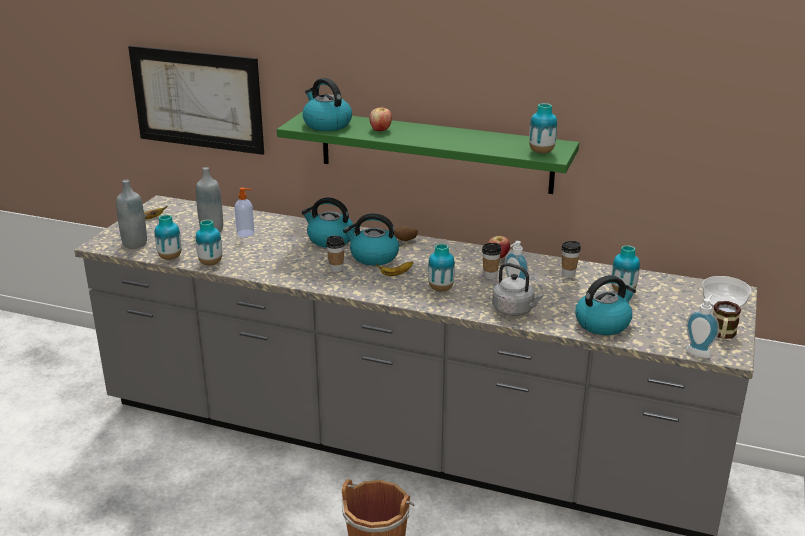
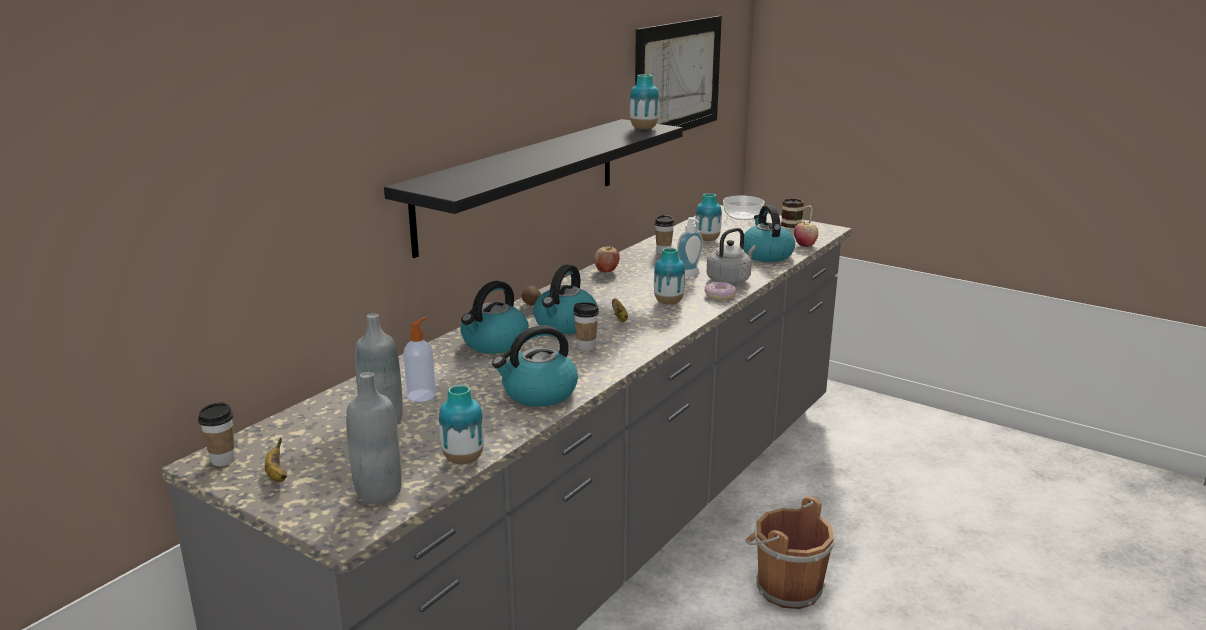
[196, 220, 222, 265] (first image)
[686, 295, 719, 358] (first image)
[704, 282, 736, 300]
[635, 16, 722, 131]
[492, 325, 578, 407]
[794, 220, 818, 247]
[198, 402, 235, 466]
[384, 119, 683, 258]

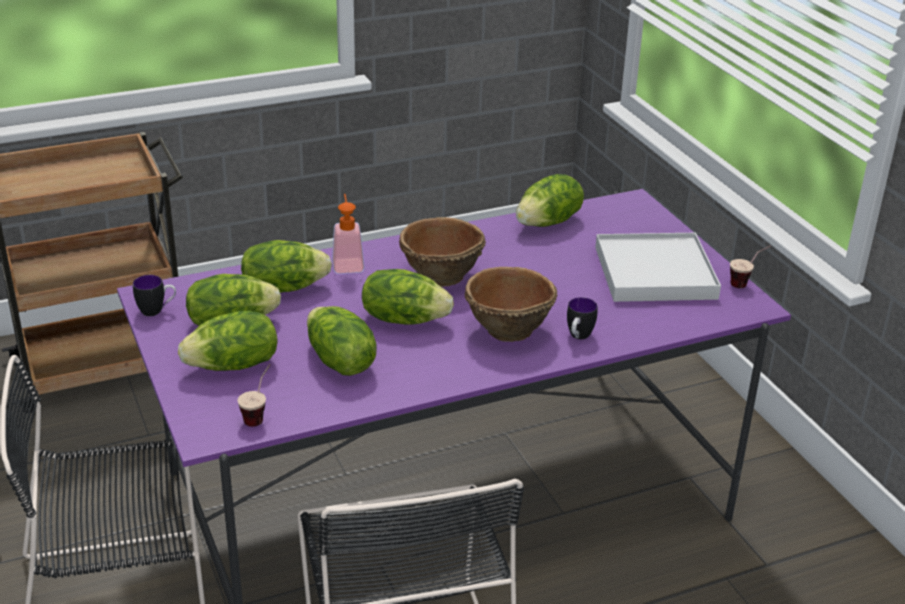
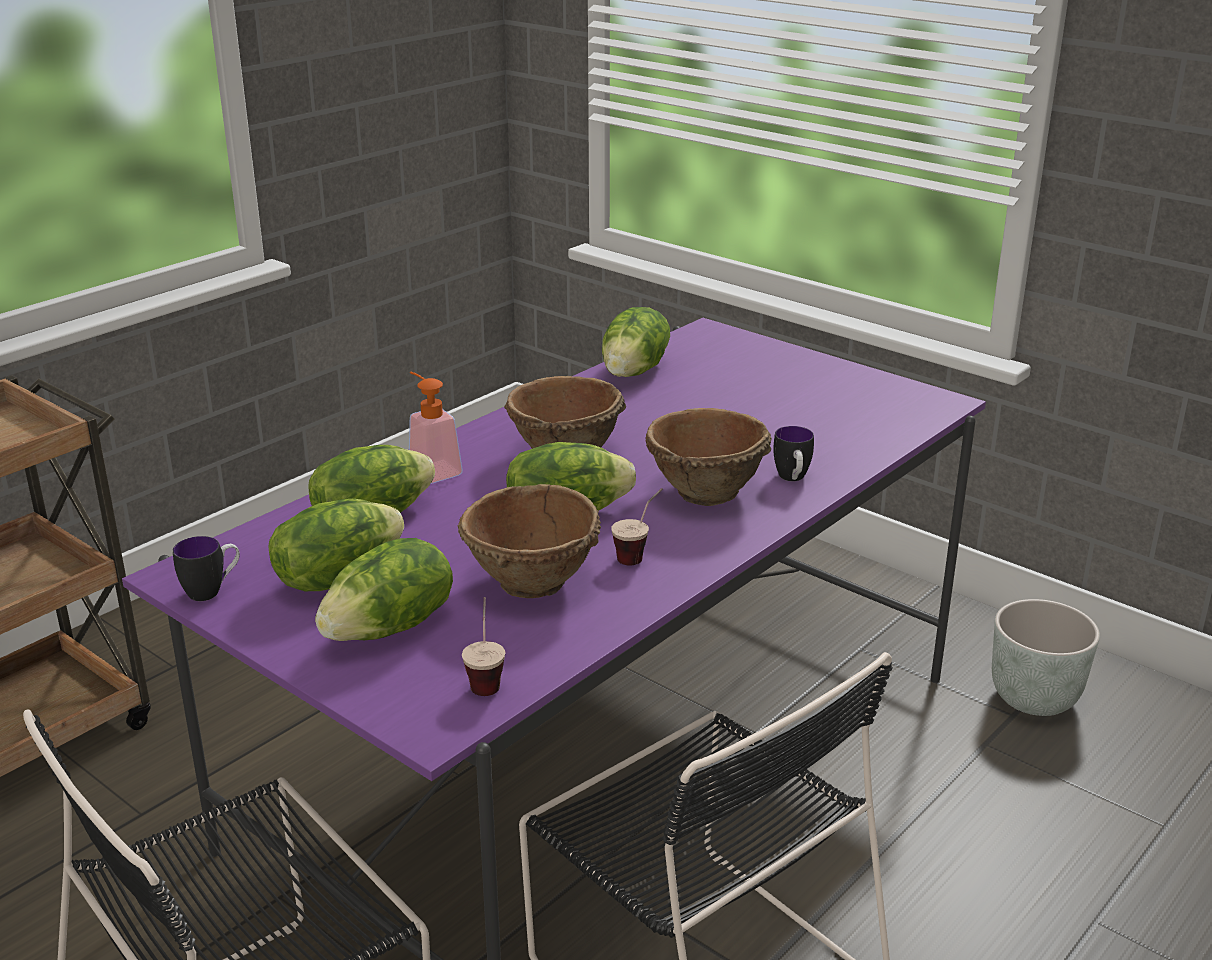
[595, 233, 721, 302] (first image)
[992, 599, 1100, 716]
[611, 488, 663, 565]
[458, 484, 601, 598]

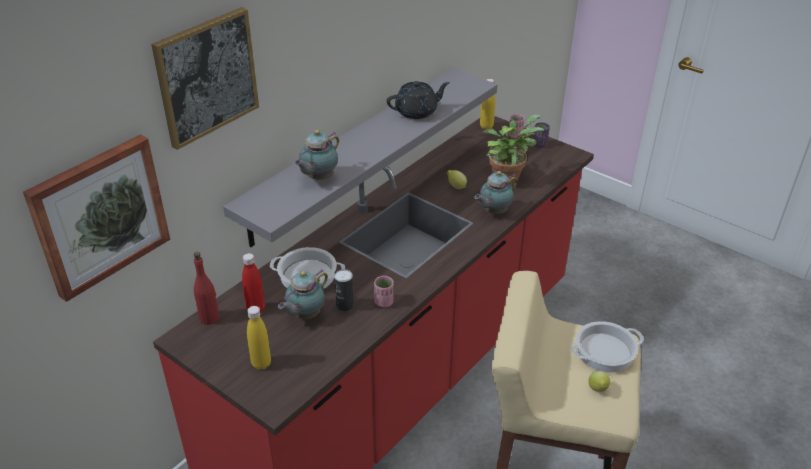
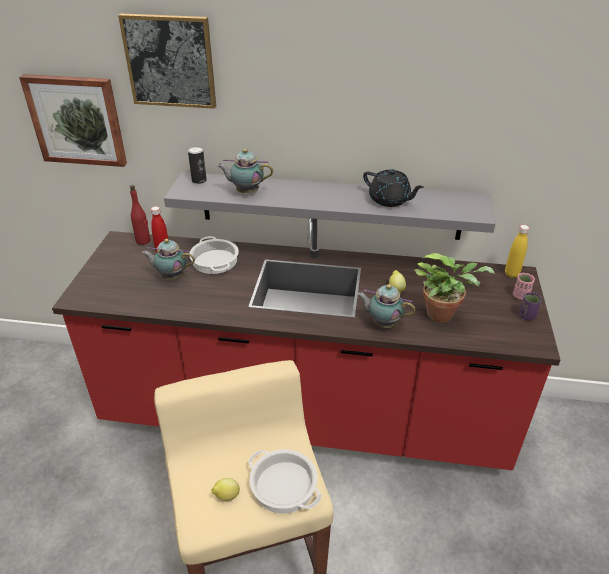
[247, 306, 271, 370] (first image)
[374, 276, 394, 307] (first image)
[188, 146, 207, 184]

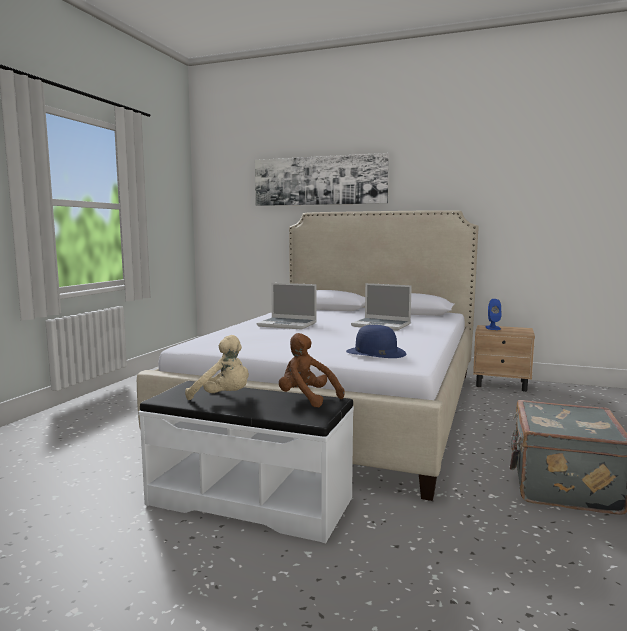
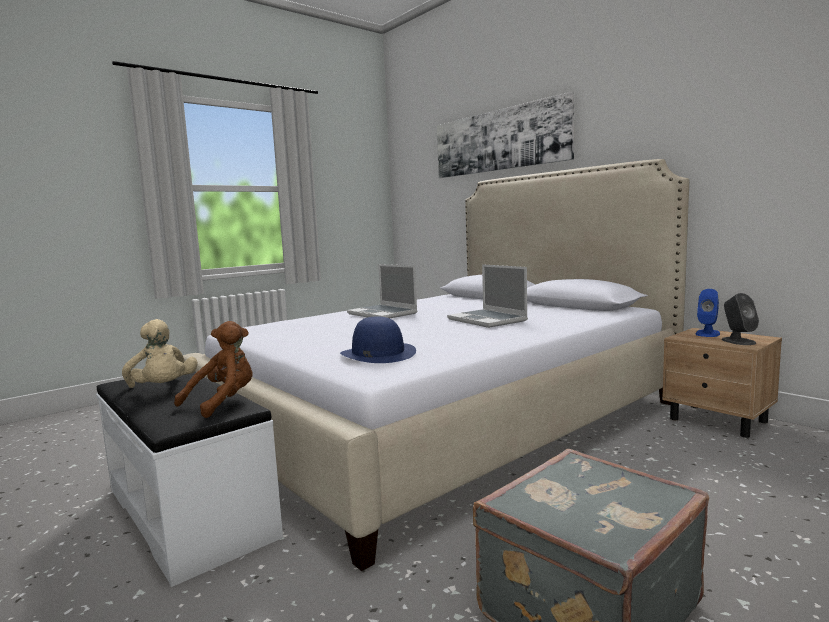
[722, 293, 759, 345]
[174, 321, 252, 418]

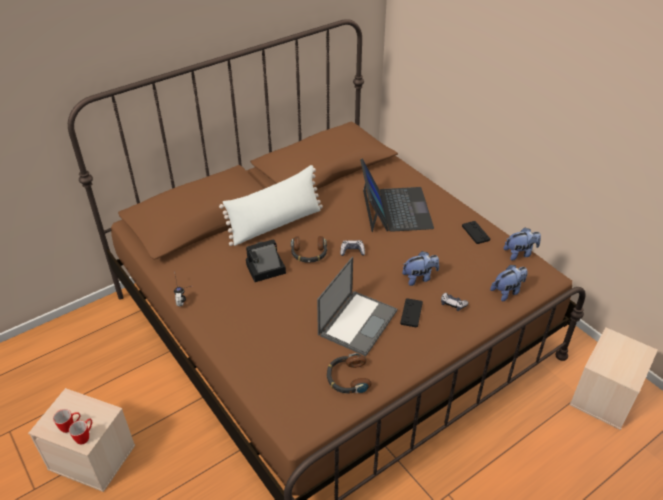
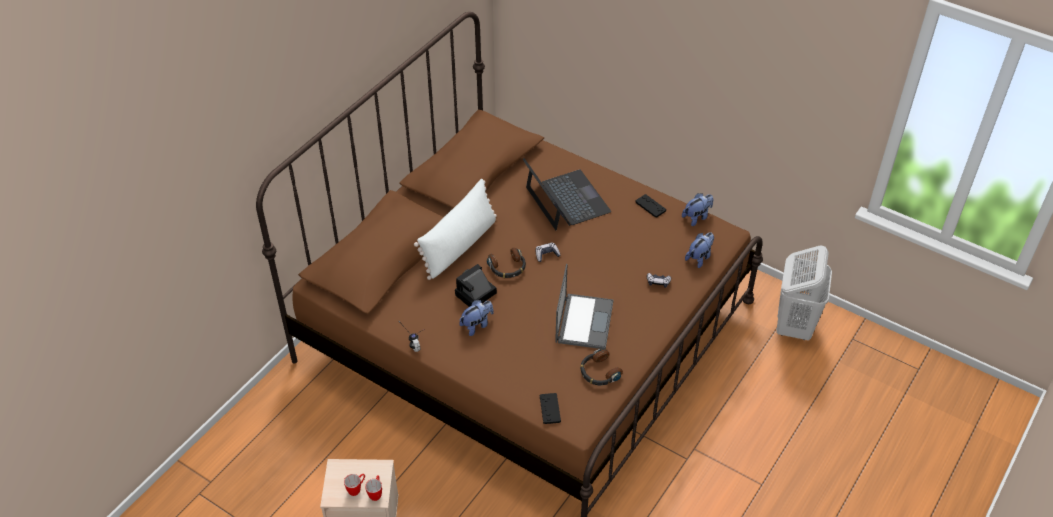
[540, 393, 561, 424]
[460, 300, 494, 336]
[776, 245, 832, 340]

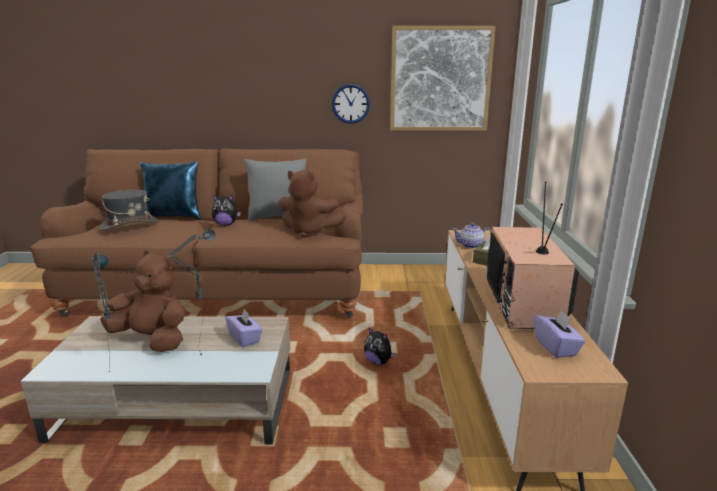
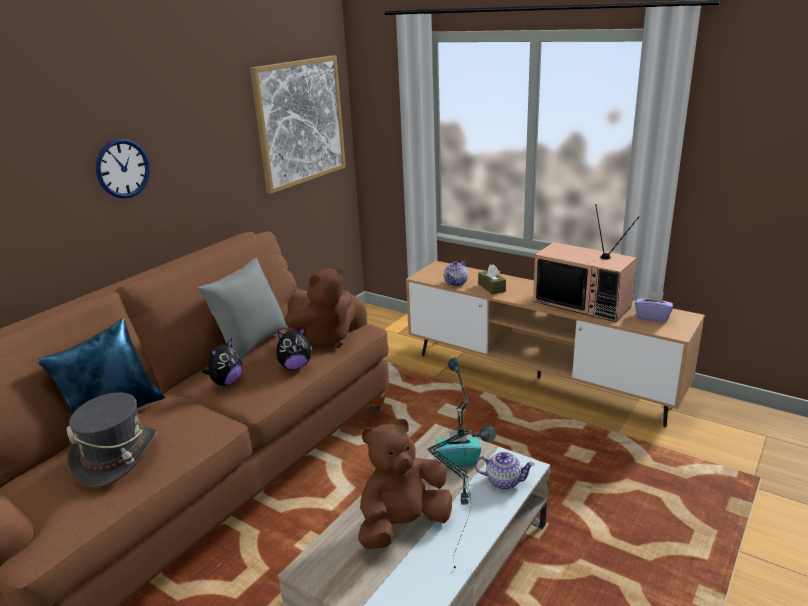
[475, 452, 535, 490]
[96, 139, 150, 199]
[276, 327, 312, 370]
[436, 430, 481, 467]

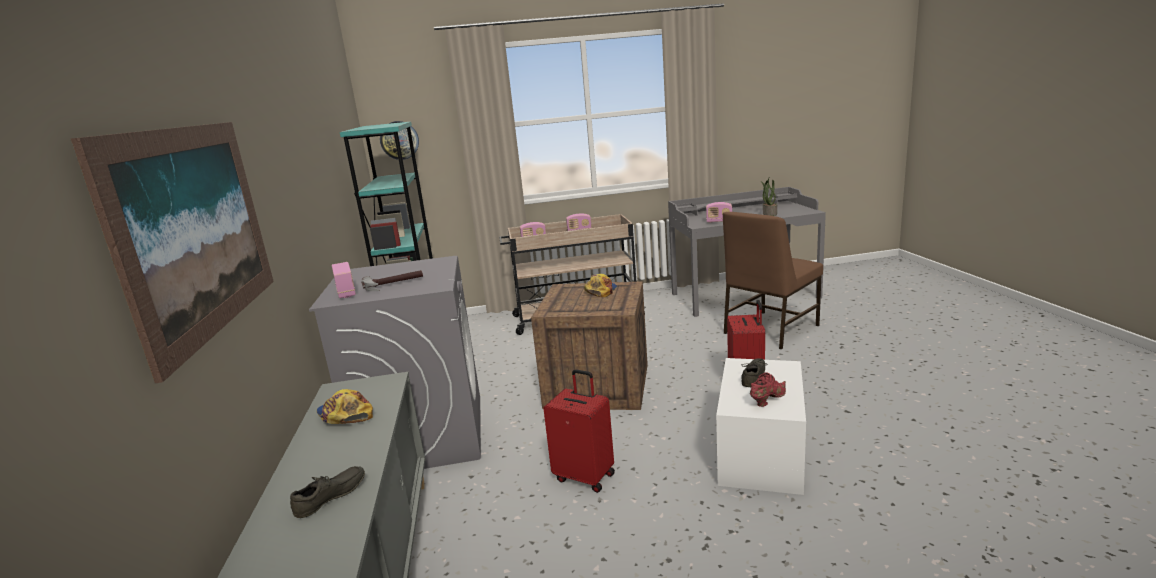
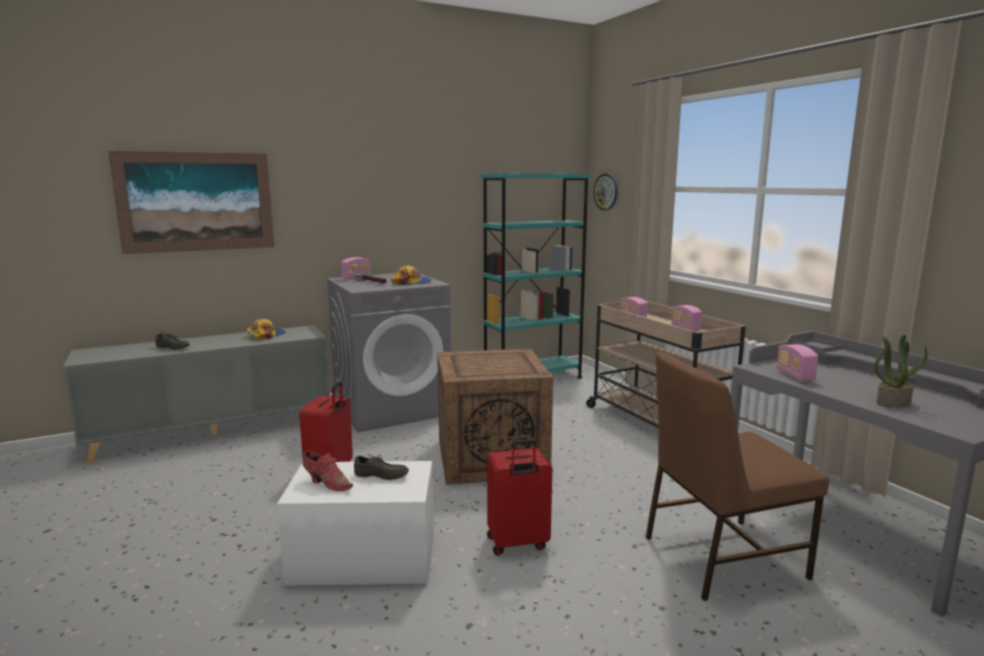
[391, 265, 432, 285]
[646, 352, 829, 601]

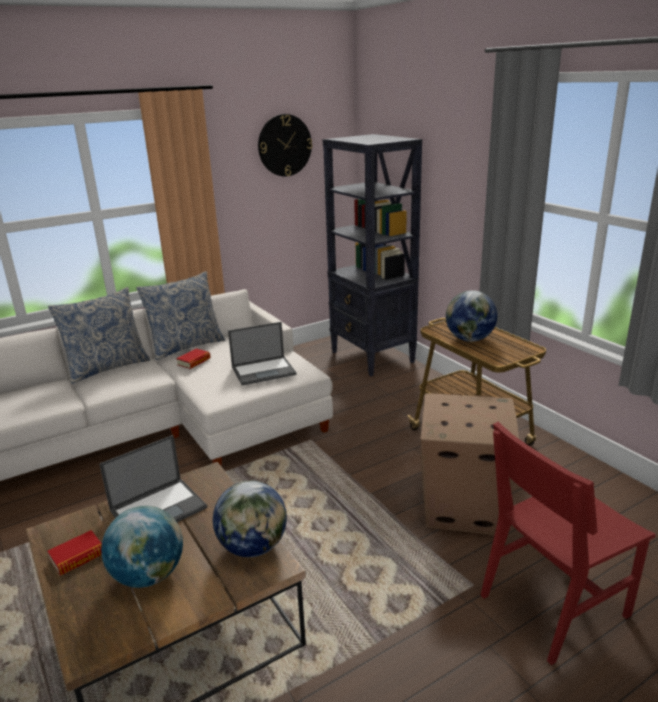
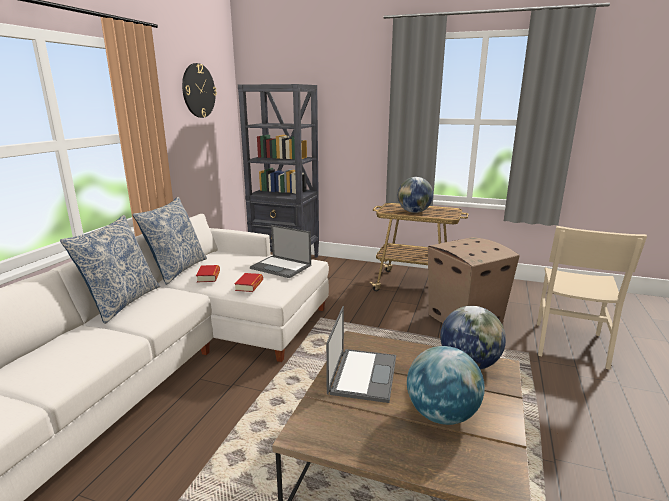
[234, 273, 263, 292]
[537, 226, 647, 370]
[250, 225, 311, 278]

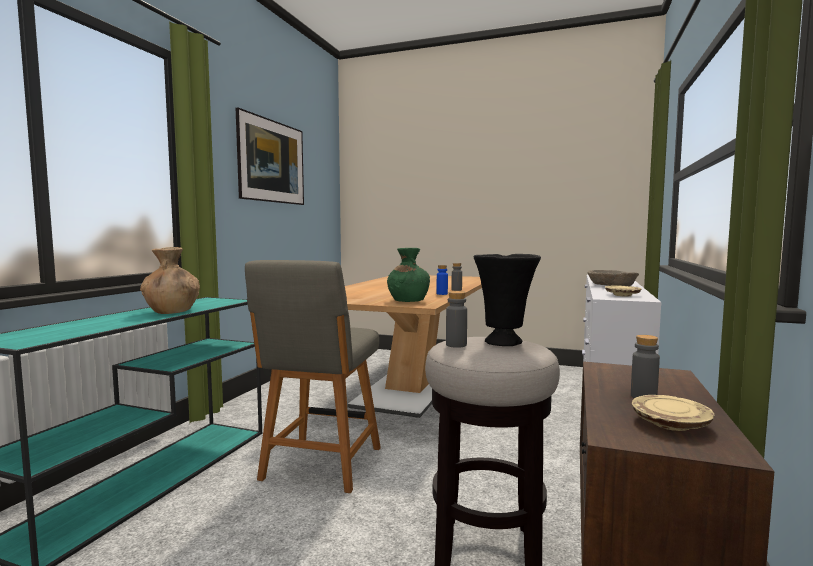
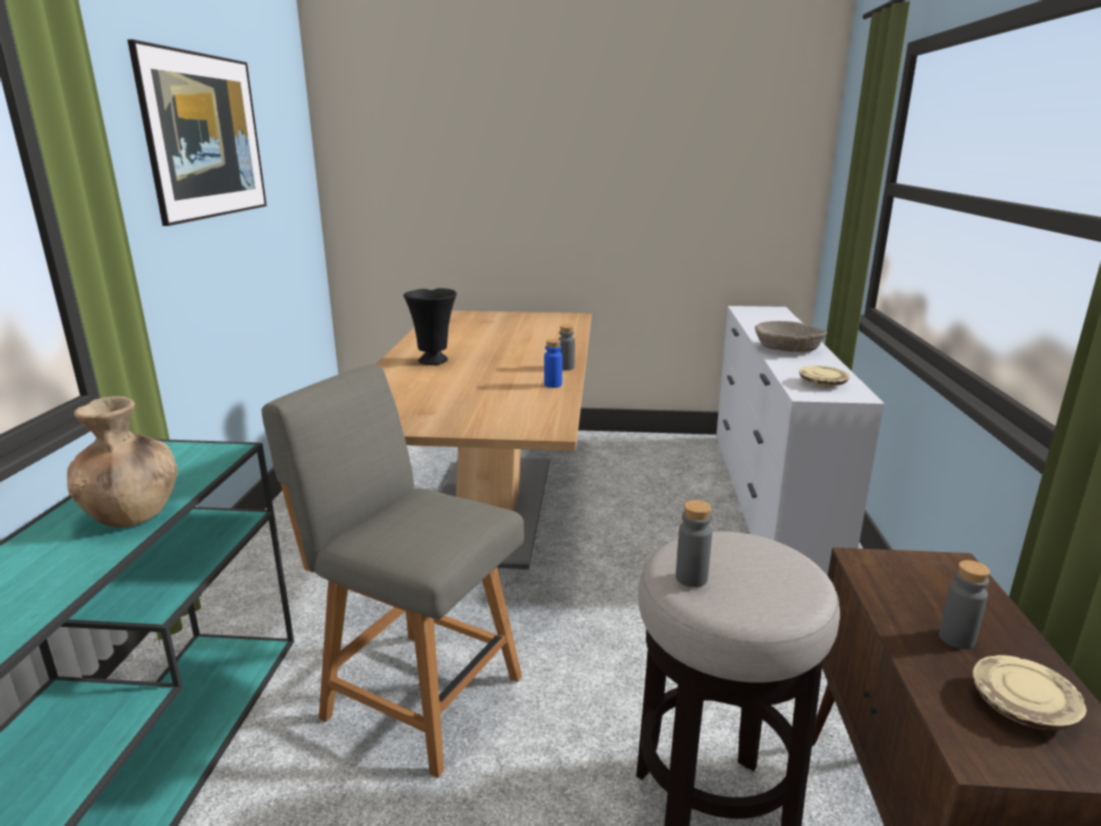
[387, 248, 430, 302] (first image)
[404, 288, 457, 365]
[262, 364, 524, 778]

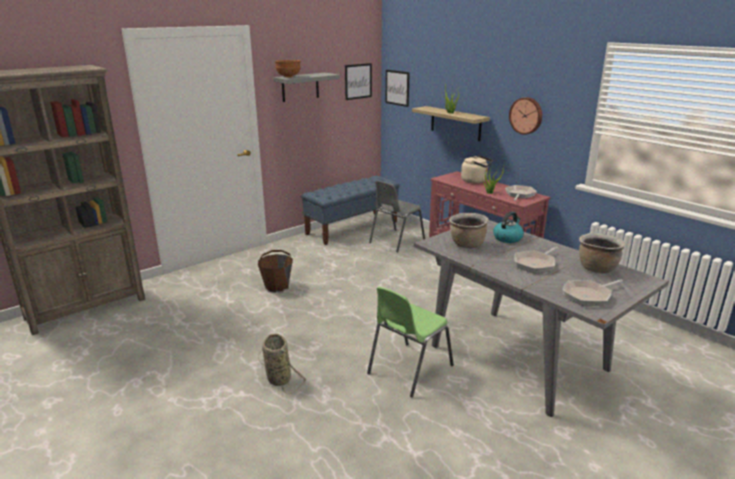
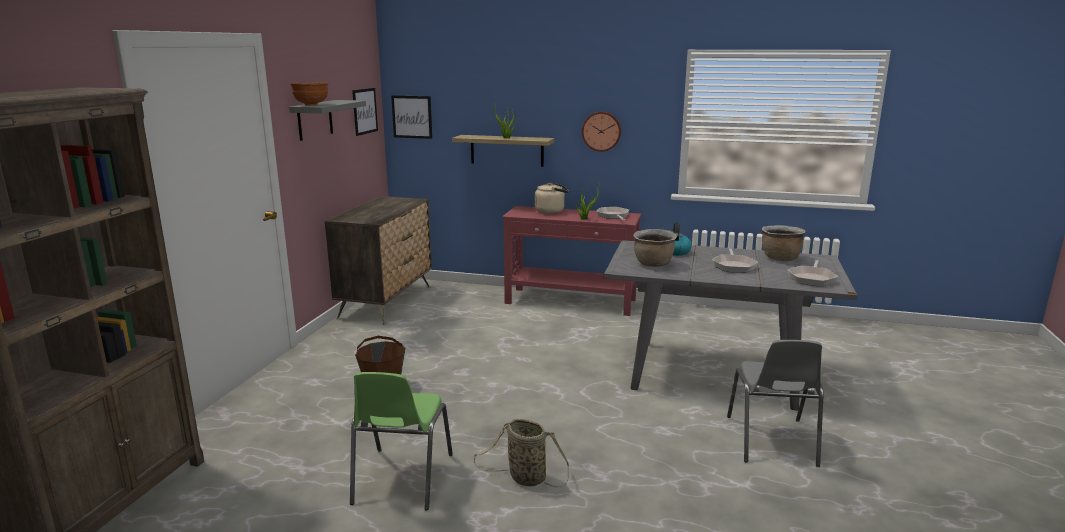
[350, 372, 453, 510]
[727, 340, 824, 467]
[325, 196, 432, 325]

